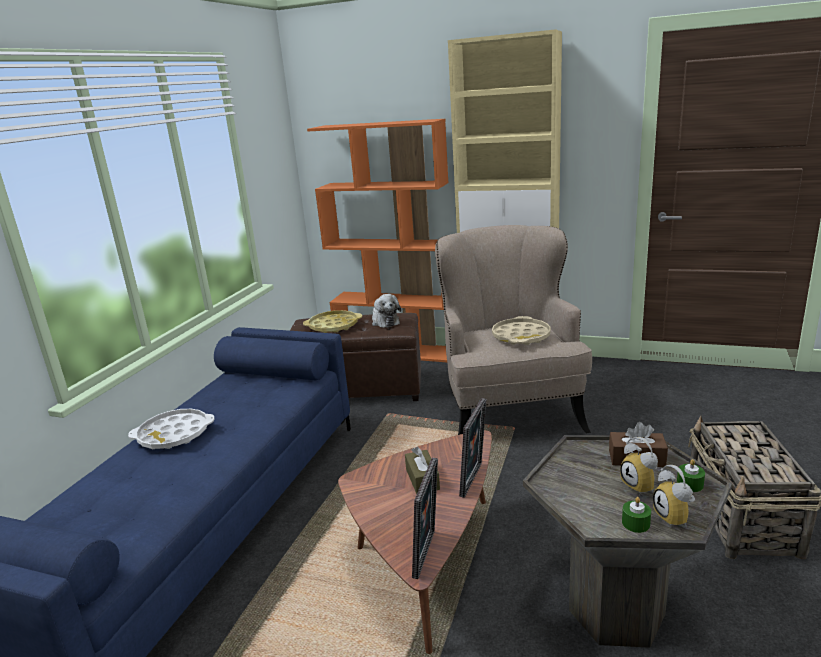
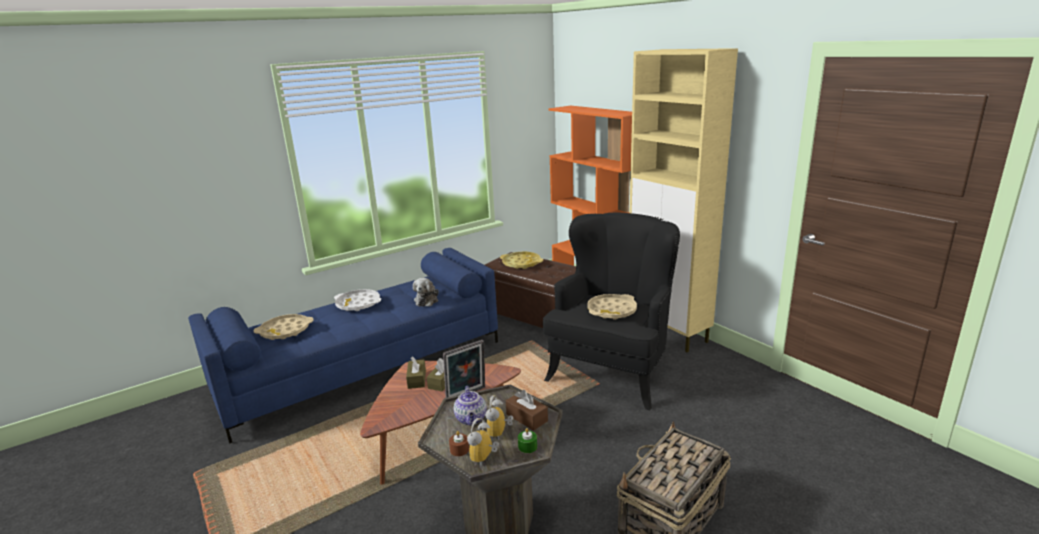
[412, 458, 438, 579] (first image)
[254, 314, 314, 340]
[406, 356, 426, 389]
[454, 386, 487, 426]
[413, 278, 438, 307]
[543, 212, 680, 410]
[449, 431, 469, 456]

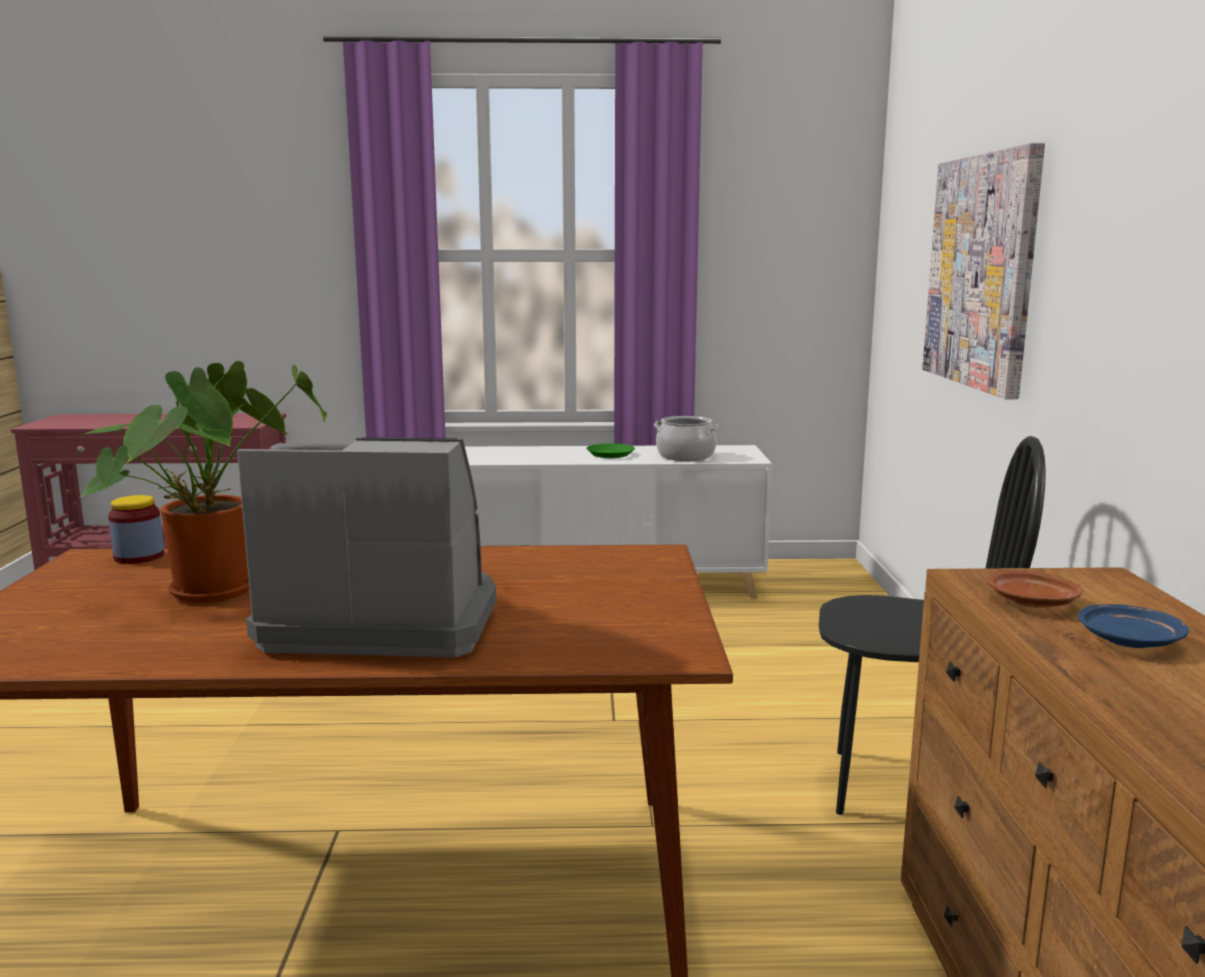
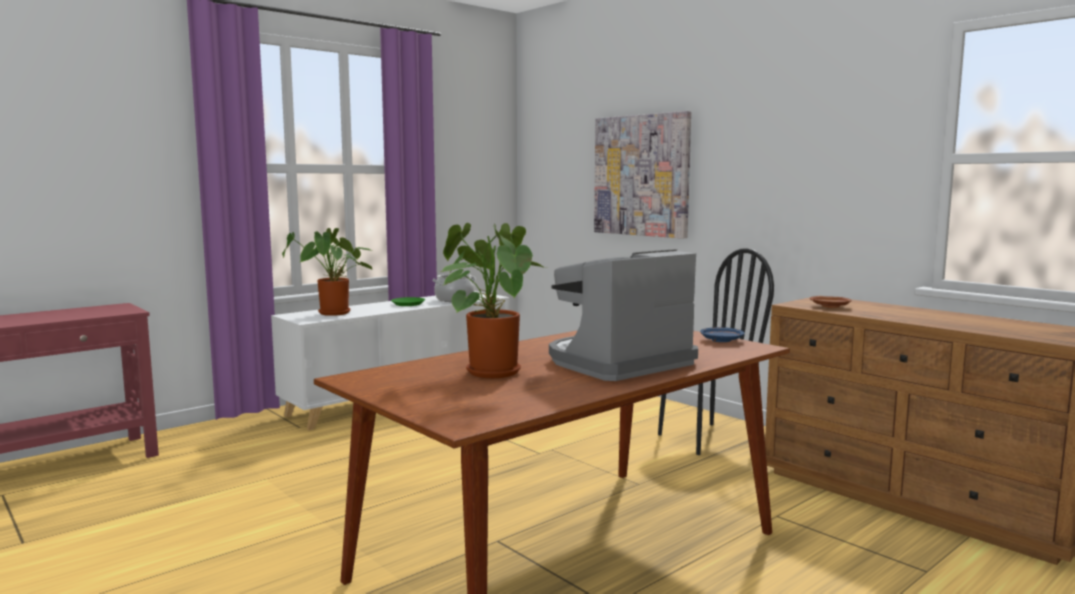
[108, 495, 164, 564] (first image)
[282, 228, 373, 316]
[700, 327, 744, 342]

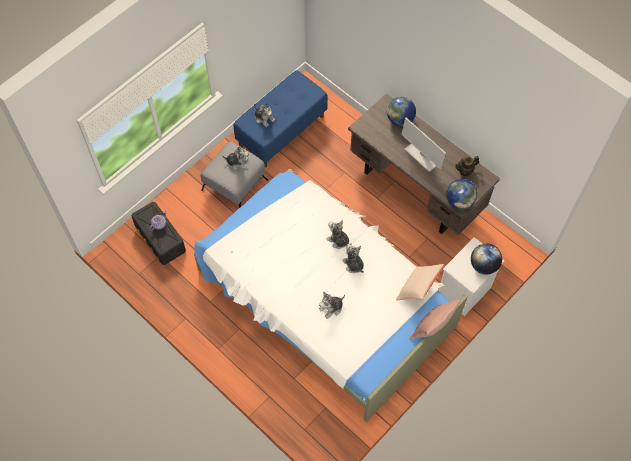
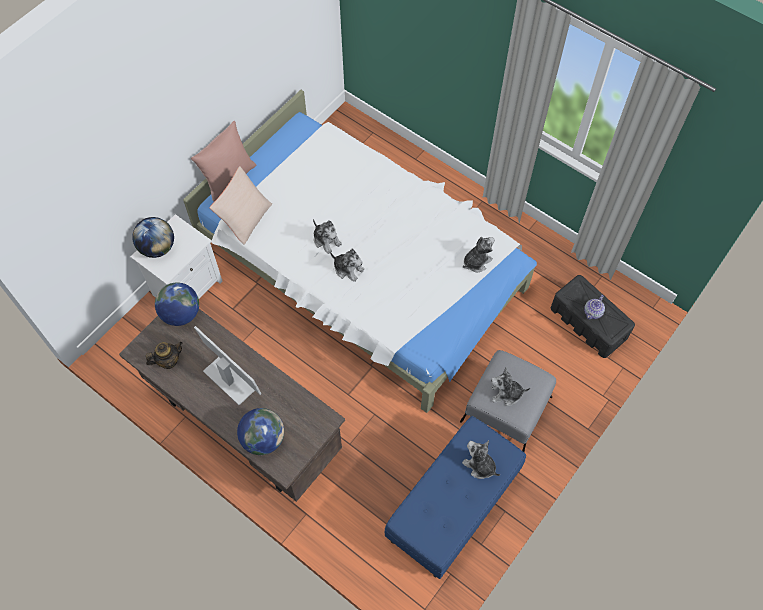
[463, 237, 495, 272]

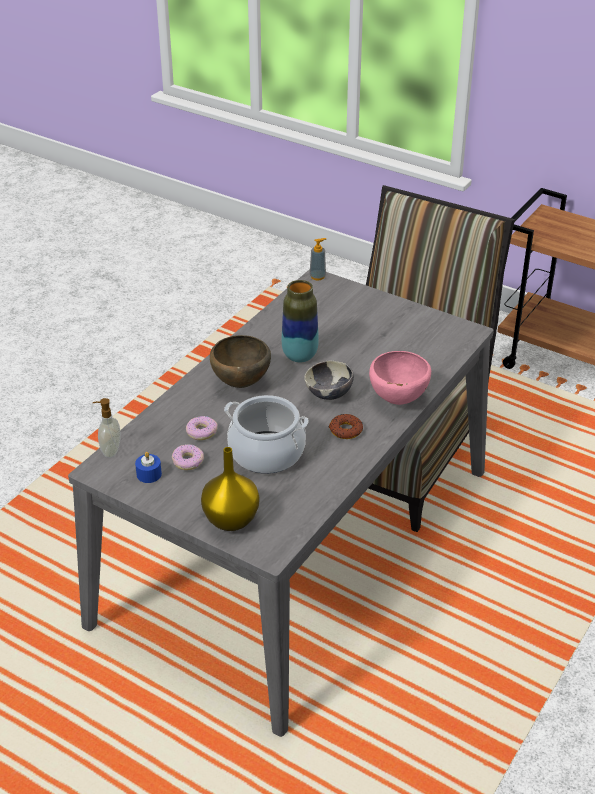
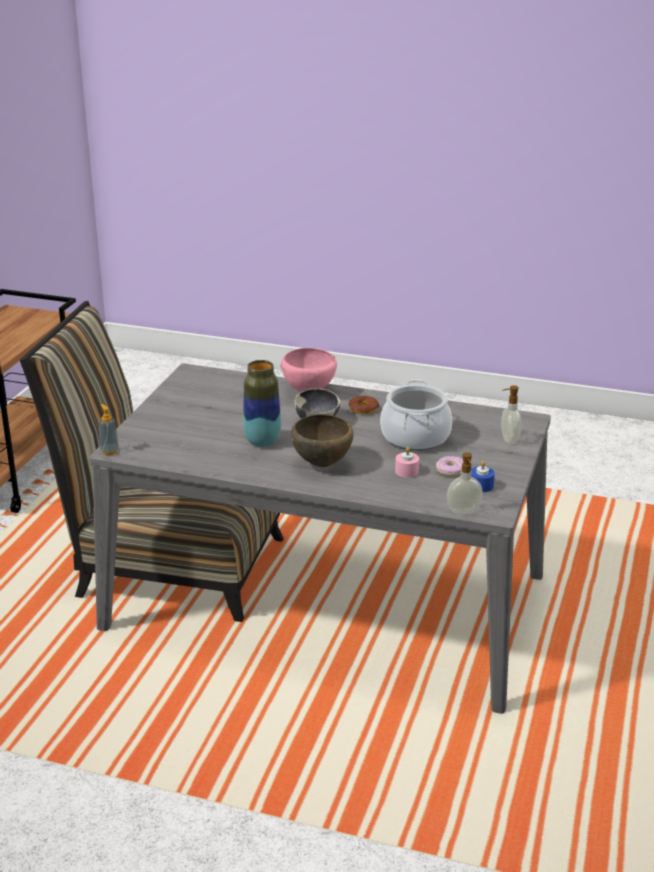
[395, 447, 419, 478]
[501, 385, 522, 445]

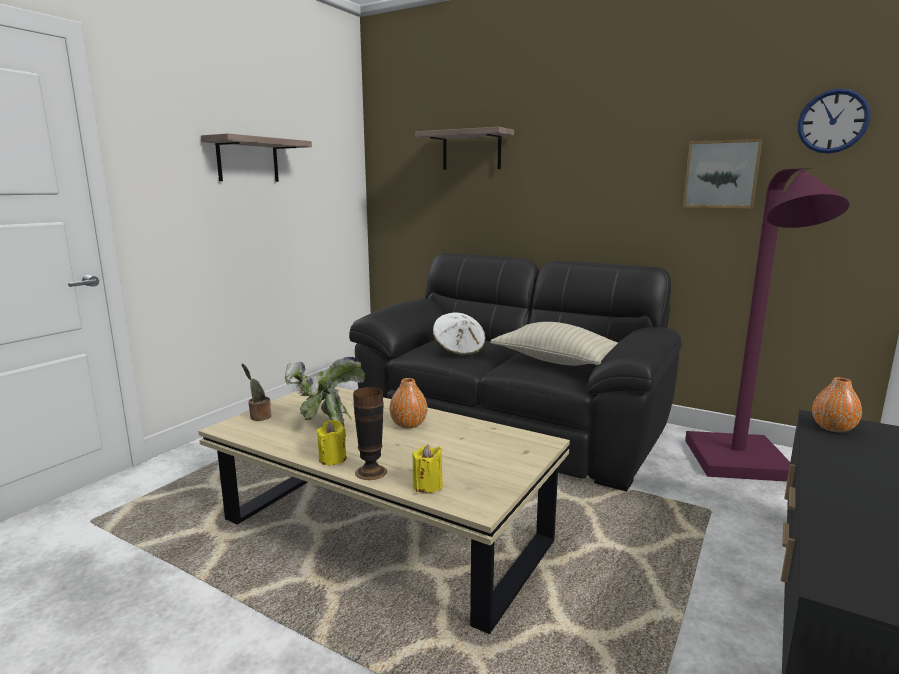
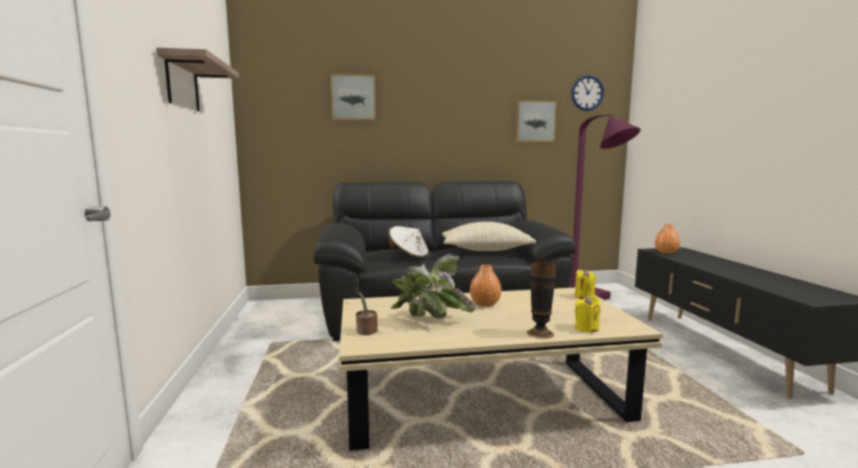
[575, 270, 596, 299]
[330, 73, 376, 120]

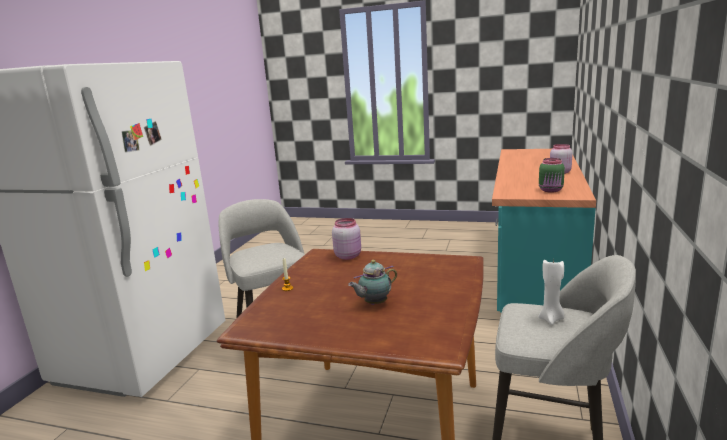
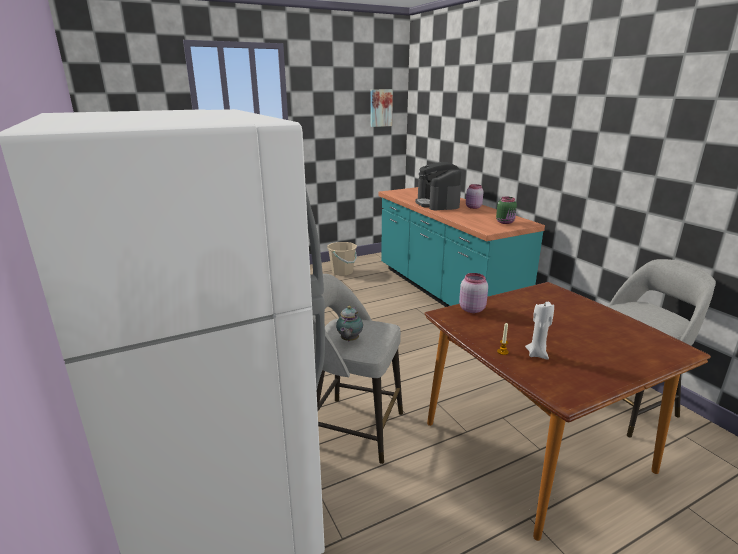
[327, 242, 357, 276]
[371, 89, 393, 127]
[415, 162, 461, 210]
[336, 306, 363, 342]
[525, 300, 554, 360]

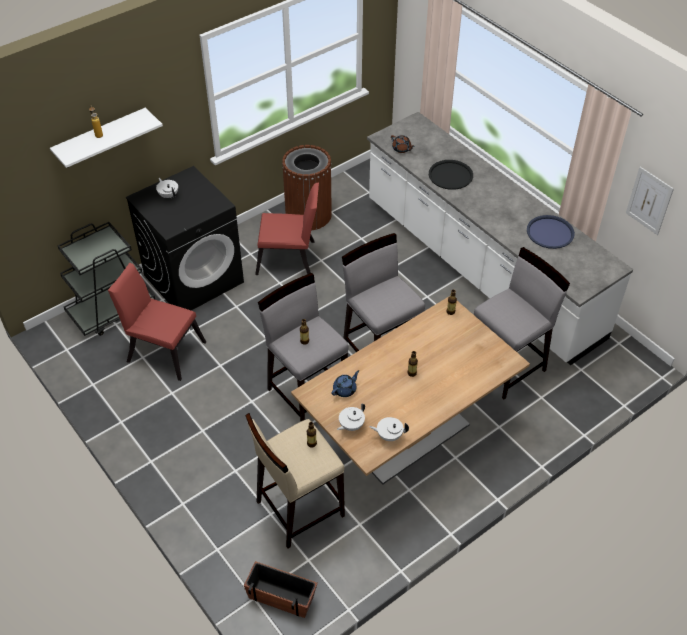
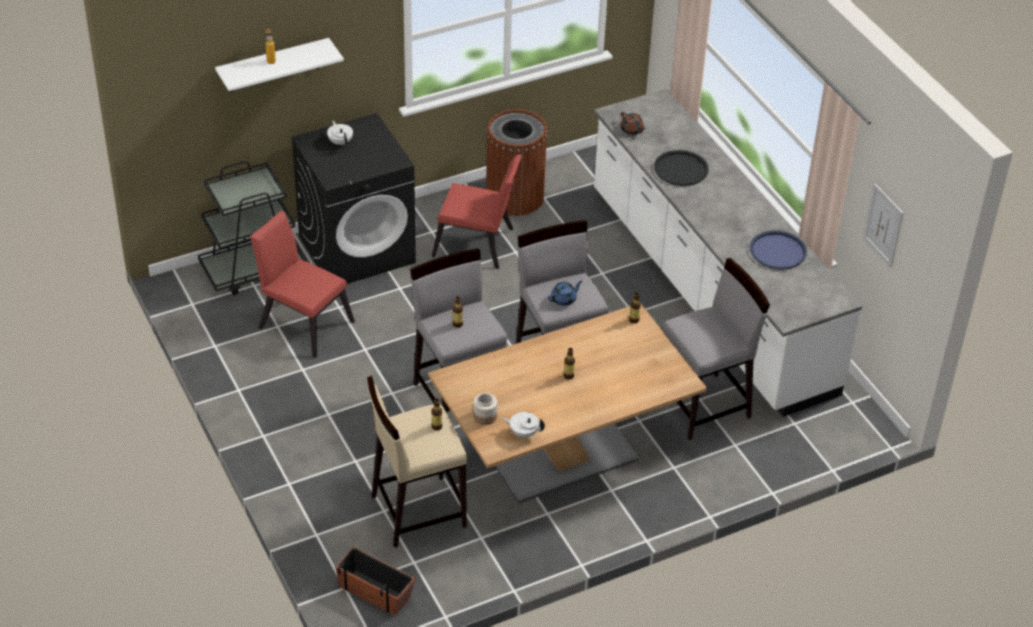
[548, 281, 582, 306]
[473, 393, 497, 425]

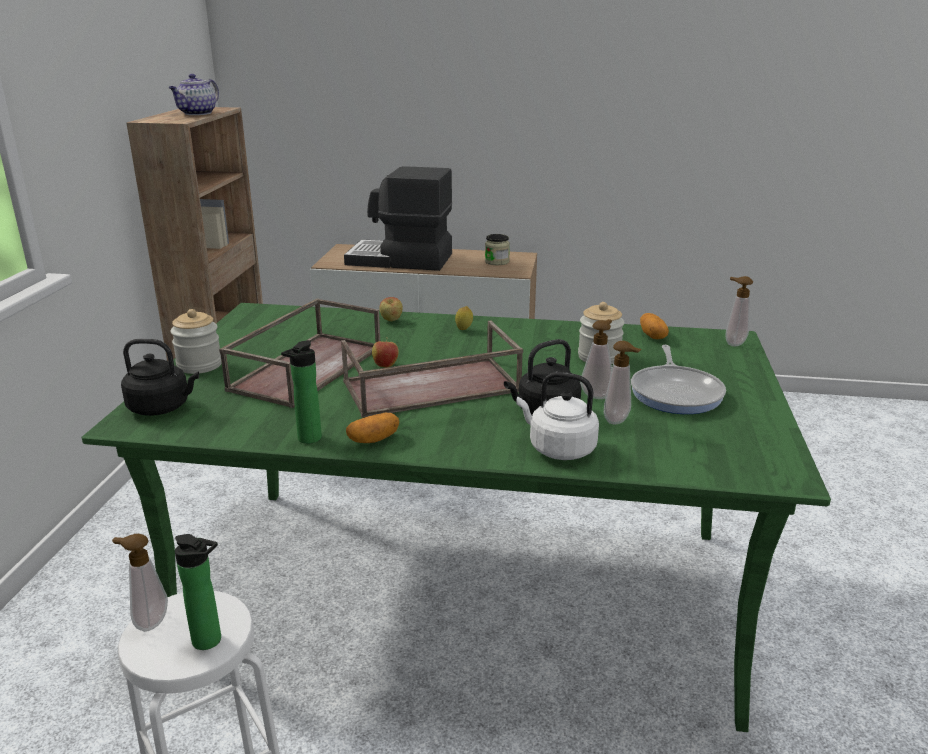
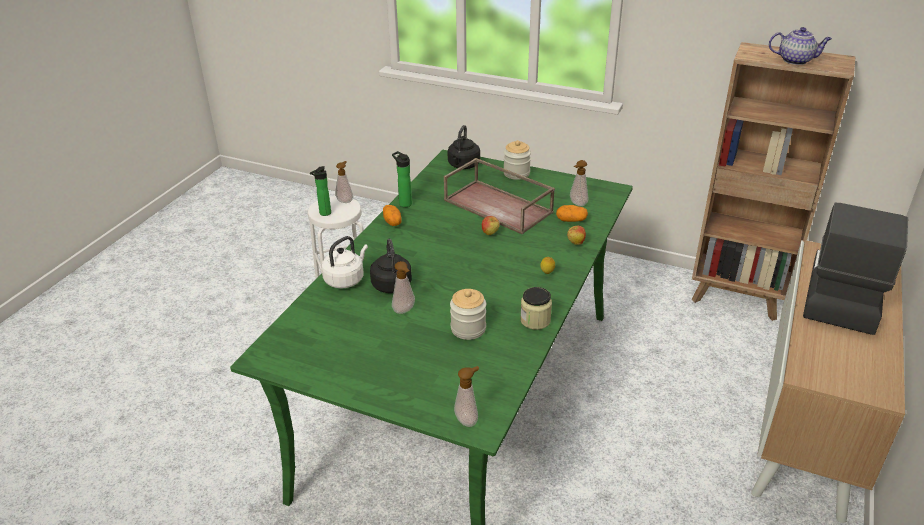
[341, 321, 523, 418] (first image)
[631, 345, 726, 414] (first image)
[520, 287, 552, 330]
[570, 160, 588, 206]
[556, 205, 588, 222]
[769, 27, 832, 65]

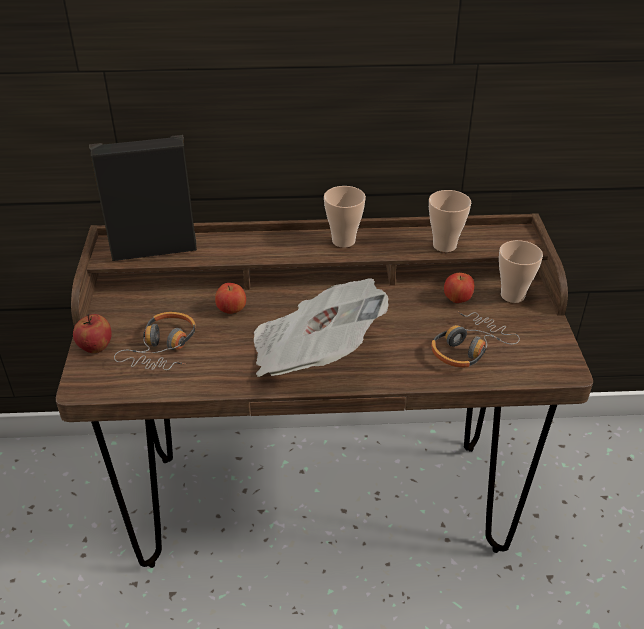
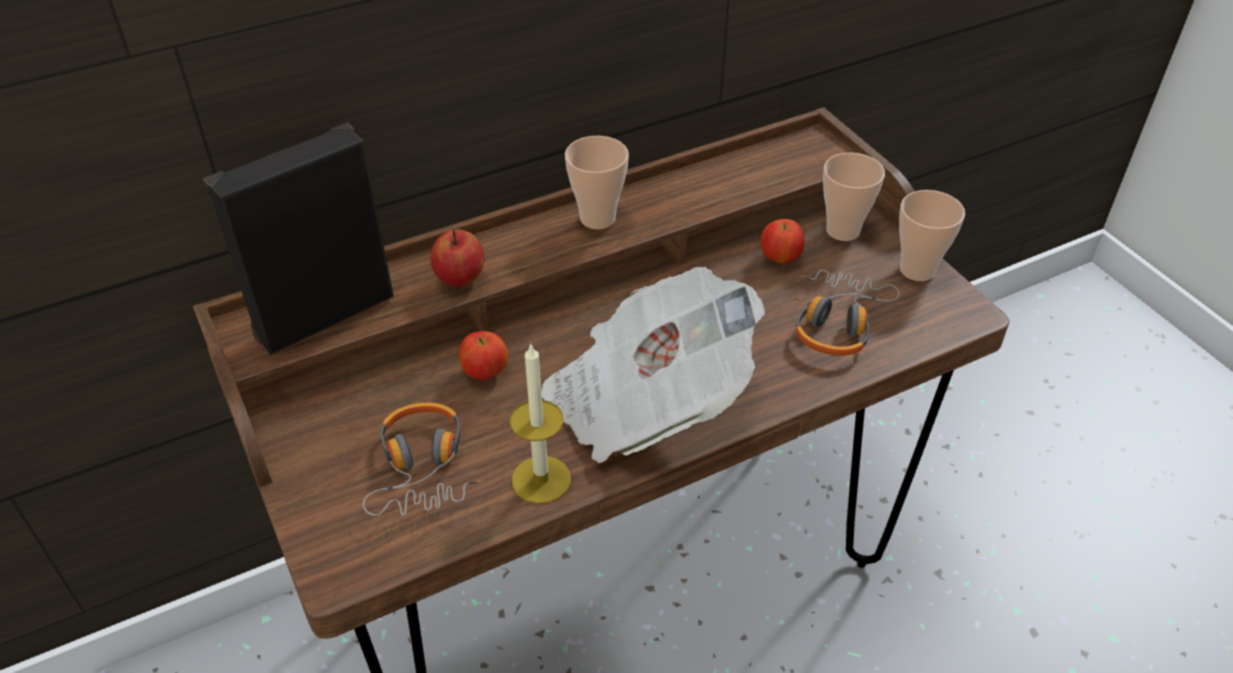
[510, 342, 571, 504]
[430, 229, 484, 287]
[899, 190, 965, 281]

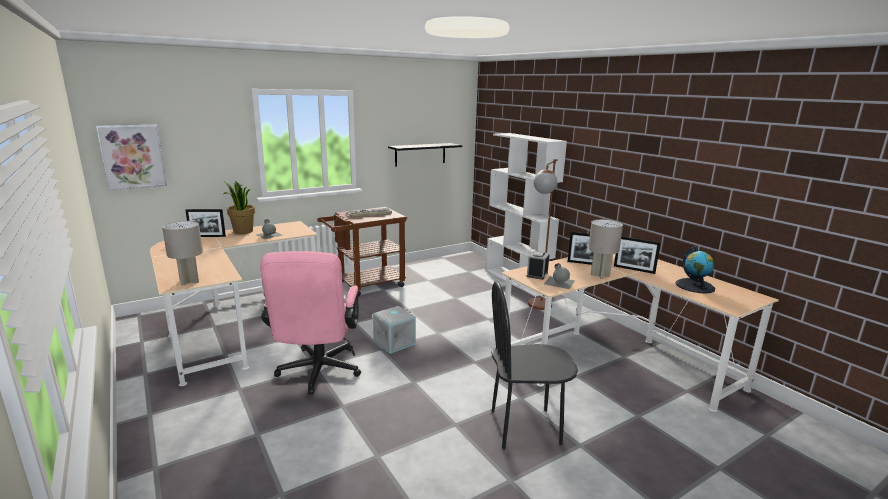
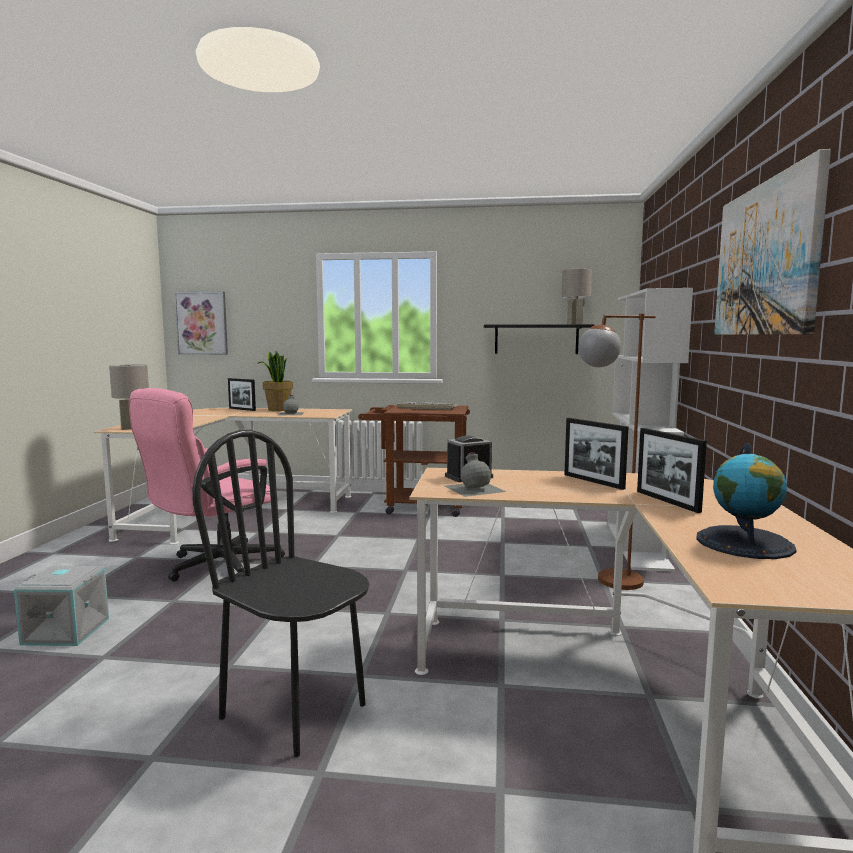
[714, 149, 831, 335]
[14, 566, 109, 646]
[562, 269, 592, 324]

